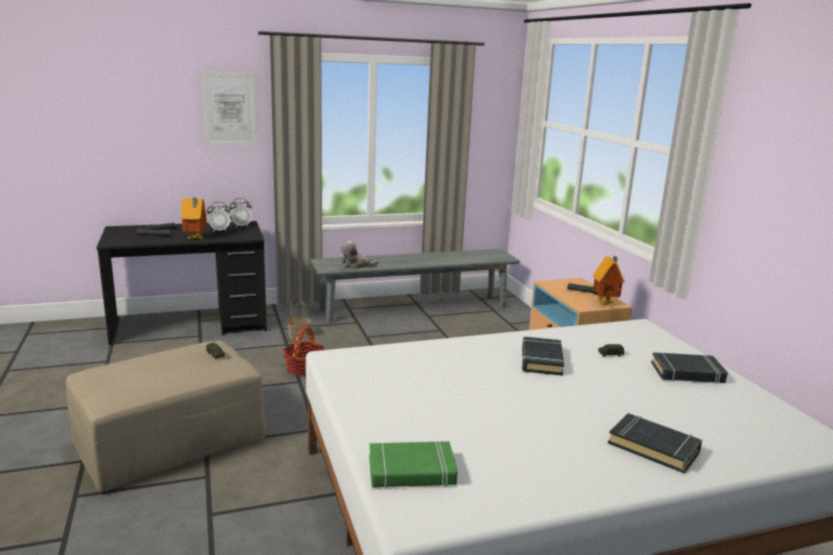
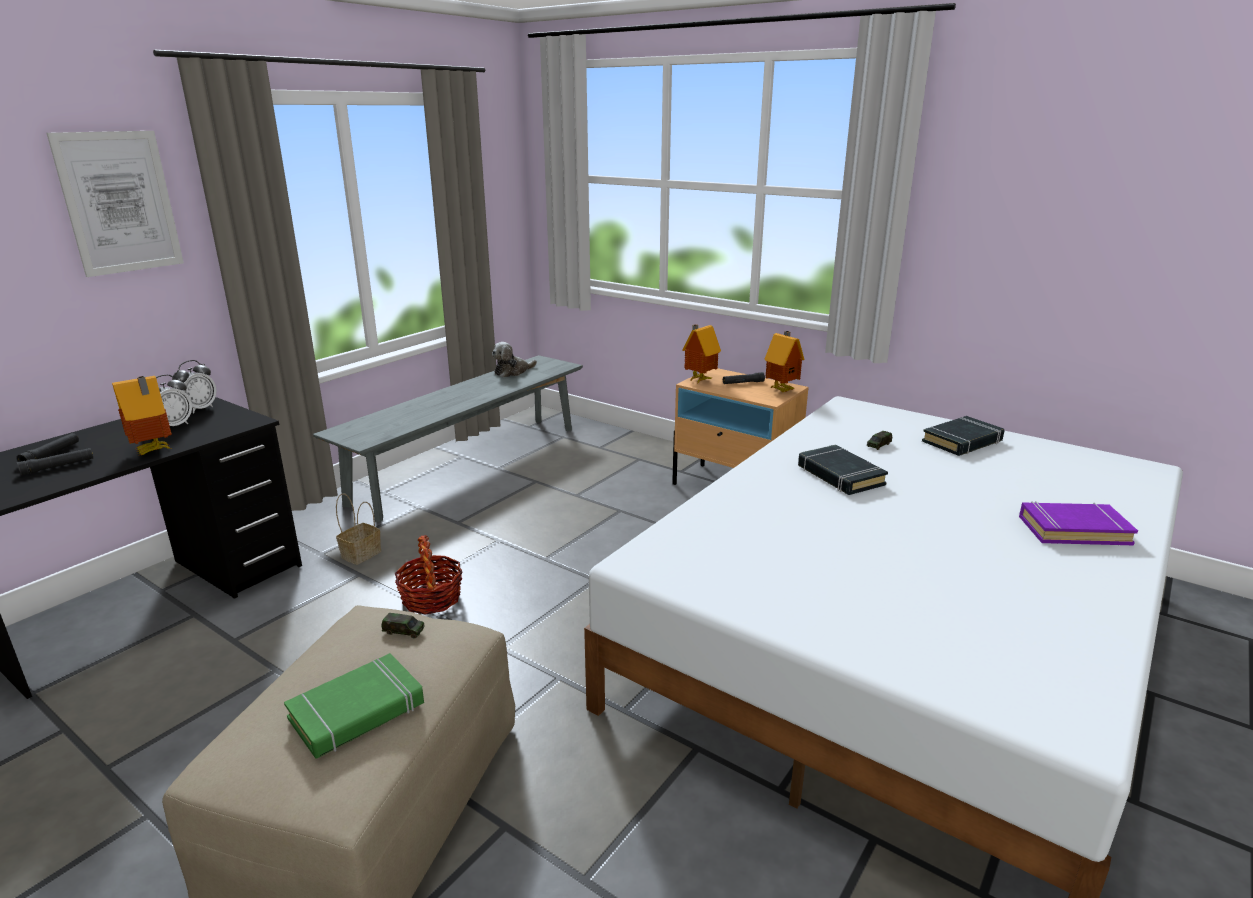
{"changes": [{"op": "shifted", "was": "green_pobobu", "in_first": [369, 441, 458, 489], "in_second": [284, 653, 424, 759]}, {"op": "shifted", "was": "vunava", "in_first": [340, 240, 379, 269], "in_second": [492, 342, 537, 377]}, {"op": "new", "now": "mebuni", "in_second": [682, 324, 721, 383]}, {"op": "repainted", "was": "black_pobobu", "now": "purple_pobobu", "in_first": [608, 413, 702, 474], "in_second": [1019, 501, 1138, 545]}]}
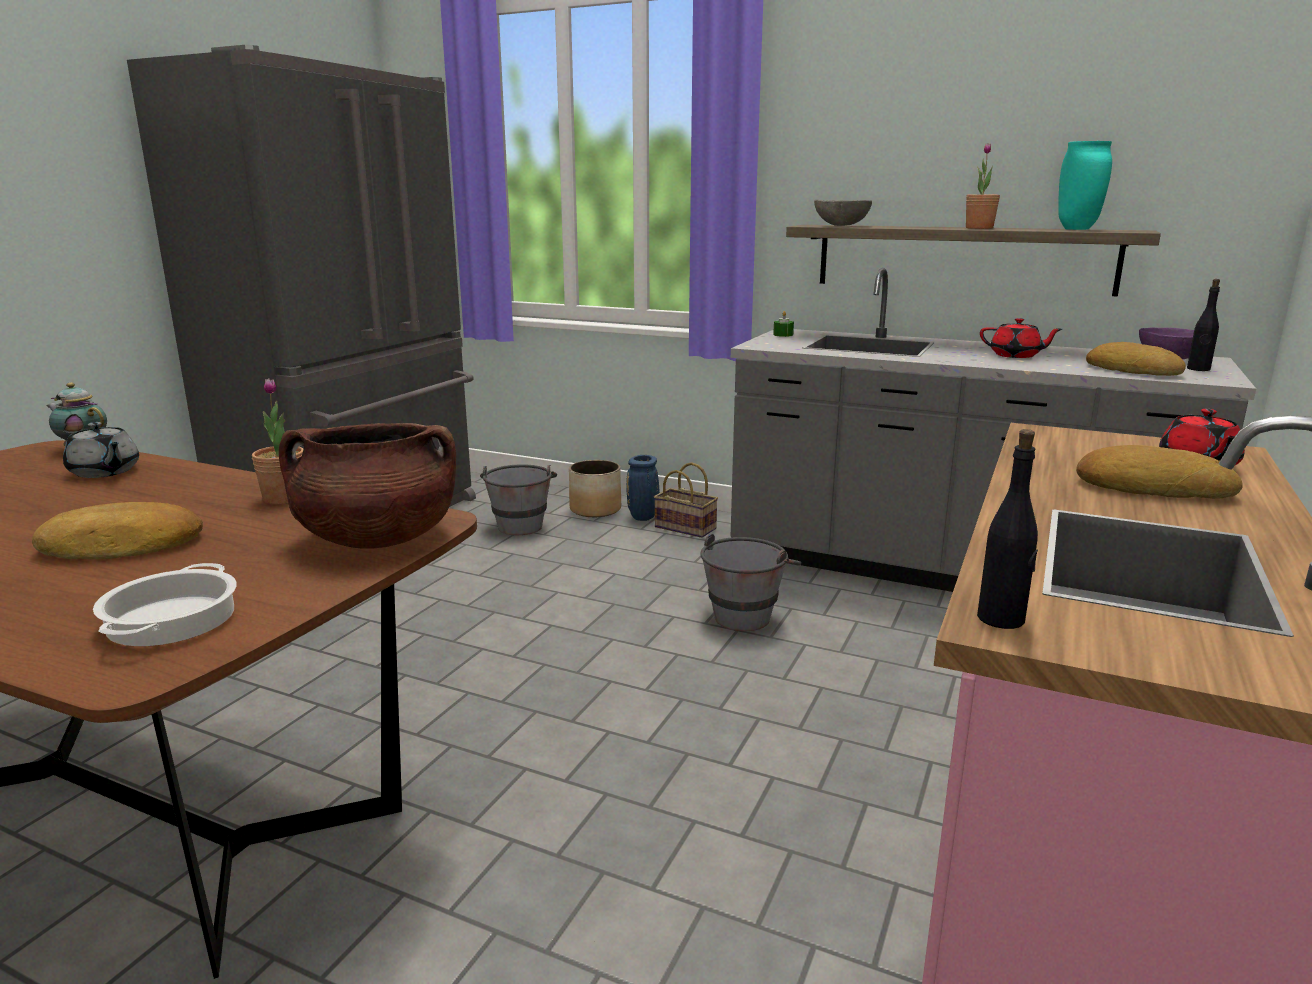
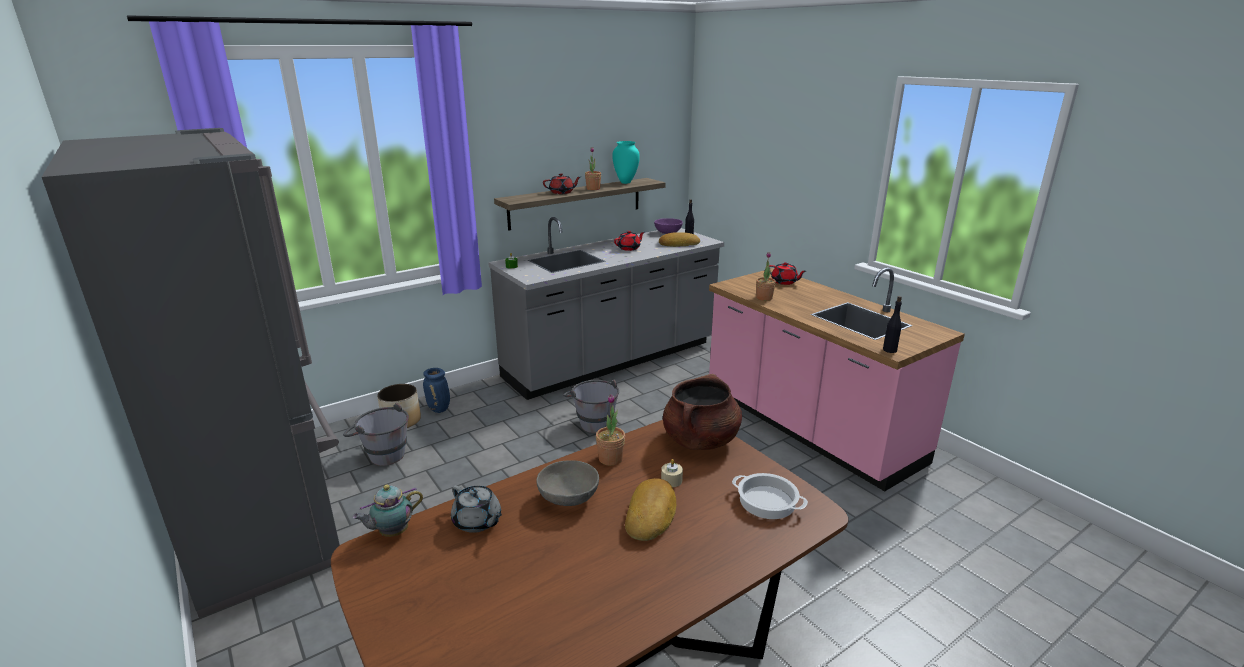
{"changes": [{"op": "rotated", "was": "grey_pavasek", "in_first": [63, 422, 139, 478], "in_second": [451, 485, 502, 533], "clockwise": 60}, {"op": "shifted", "was": "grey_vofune", "in_first": [814, 200, 872, 226], "in_second": [536, 460, 599, 506]}, {"op": "new", "now": "red_pavasek", "in_second": [543, 173, 582, 194]}, {"op": "new", "now": "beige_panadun", "in_second": [661, 459, 683, 487]}, {"op": "new", "now": "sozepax", "in_second": [756, 252, 776, 301]}, {"op": "gone", "was": "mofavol", "in_first": [654, 462, 718, 538]}, {"op": "gone", "was": "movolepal", "in_first": [1076, 445, 1243, 499]}]}
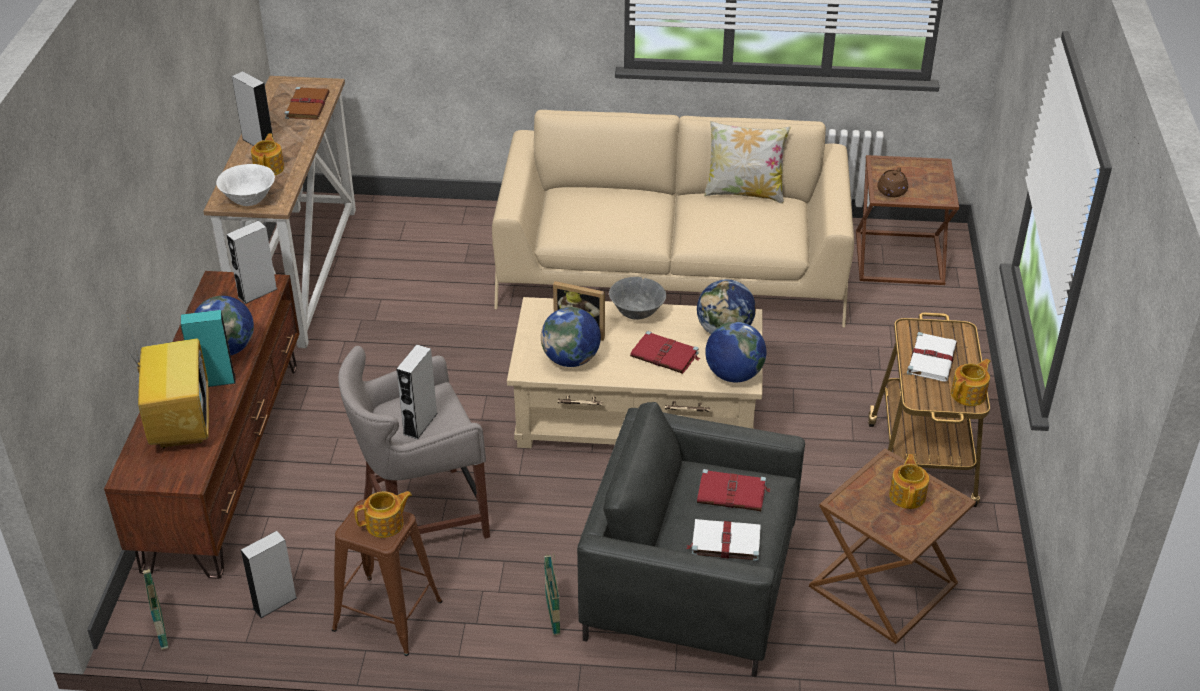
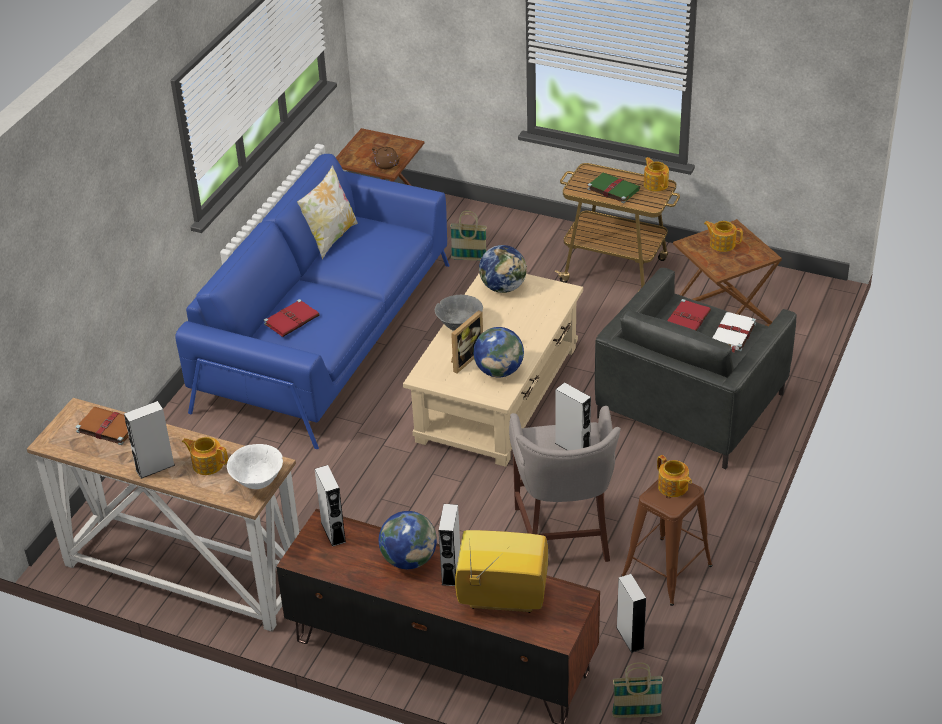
{"changes": [{"op": "repainted", "was": "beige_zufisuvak", "now": "blue_zufisuvak", "in_first": [492, 110, 854, 327], "in_second": [175, 154, 450, 449]}, {"op": "shifted", "was": "red_pobobu", "in_first": [630, 331, 701, 374], "in_second": [264, 299, 320, 337]}, {"op": "repainted", "was": "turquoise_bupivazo", "now": "grey_bupivazo", "in_first": [181, 310, 236, 387], "in_second": [439, 504, 460, 586]}, {"op": "shifted", "was": "mofavol", "in_first": [544, 554, 560, 635], "in_second": [450, 211, 487, 261]}, {"op": "repainted", "was": "white_pobobu", "now": "green_pobobu", "in_first": [907, 332, 957, 382], "in_second": [587, 172, 640, 203]}, {"op": "rotated", "was": "pavasek", "in_first": [354, 491, 412, 538], "in_second": [657, 455, 692, 497], "clockwise": 150}, {"op": "gone", "was": "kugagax", "in_first": [705, 322, 766, 382]}]}
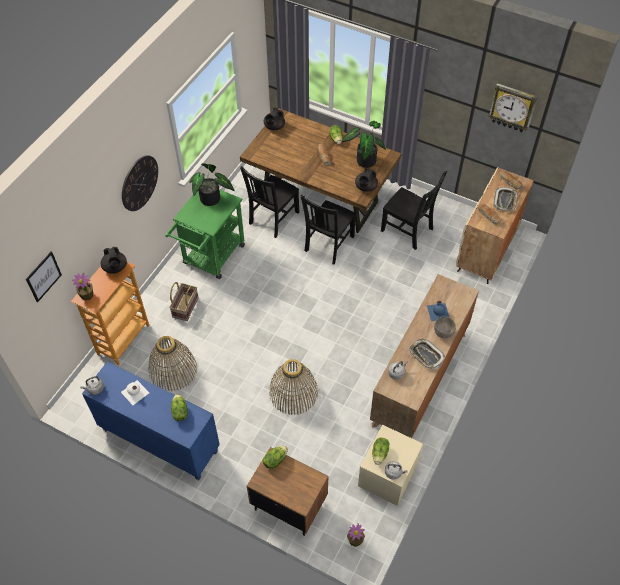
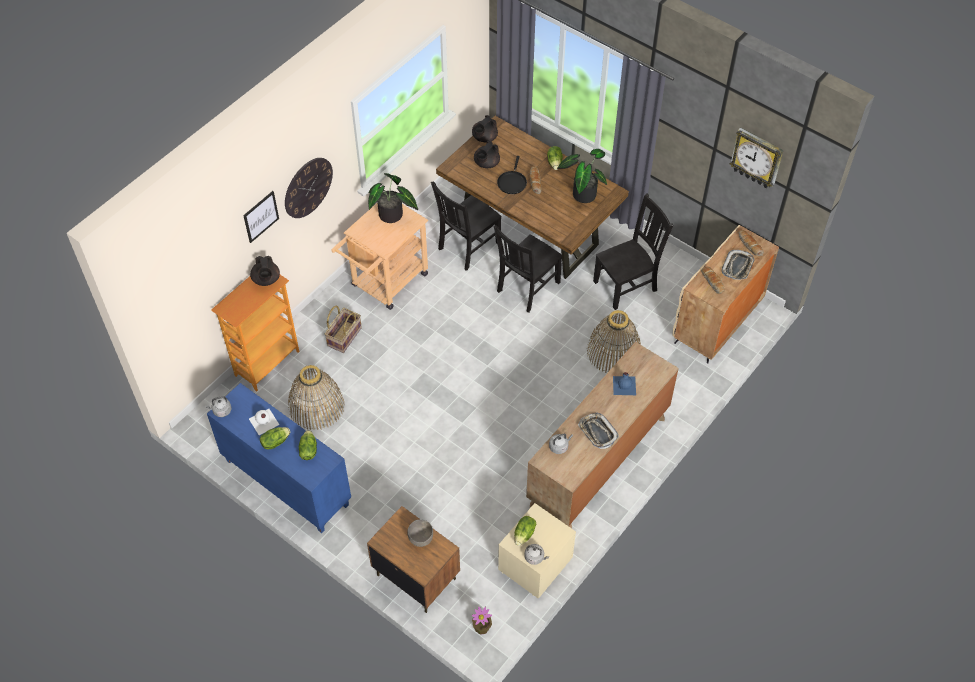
{"changes": [{"op": "shifted", "was": "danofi", "in_first": [26, 251, 62, 302], "in_second": [243, 191, 279, 243]}, {"op": "shifted", "was": "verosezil", "in_first": [262, 446, 288, 469], "in_second": [260, 427, 290, 450]}, {"op": "repainted", "was": "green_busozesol", "now": "beige_busozesol", "in_first": [165, 189, 245, 279], "in_second": [331, 203, 428, 310]}, {"op": "shifted", "was": "grey_vofune", "in_first": [434, 316, 456, 338], "in_second": [407, 519, 433, 547]}, {"op": "shifted", "was": "black_pavasek", "in_first": [355, 167, 378, 192], "in_second": [474, 141, 500, 168]}, {"op": "new", "now": "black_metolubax", "in_second": [497, 156, 527, 194]}, {"op": "shifted", "was": "mofavol", "in_first": [269, 359, 318, 415], "in_second": [587, 310, 641, 373]}, {"op": "rotated", "was": "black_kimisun", "in_first": [381, 171, 447, 250], "in_second": [593, 193, 673, 310], "clockwise": -75}, {"op": "gone", "was": "sozepax", "in_first": [72, 273, 93, 301]}]}
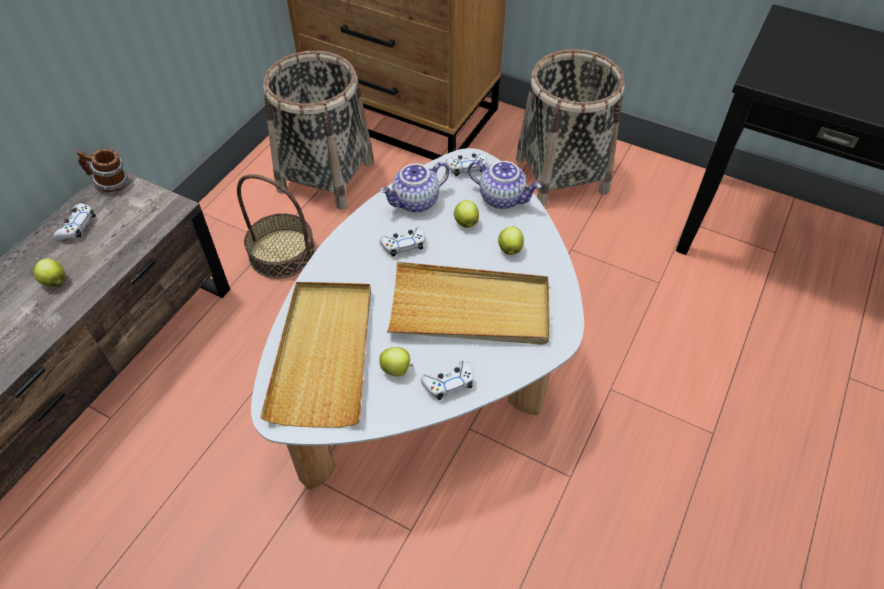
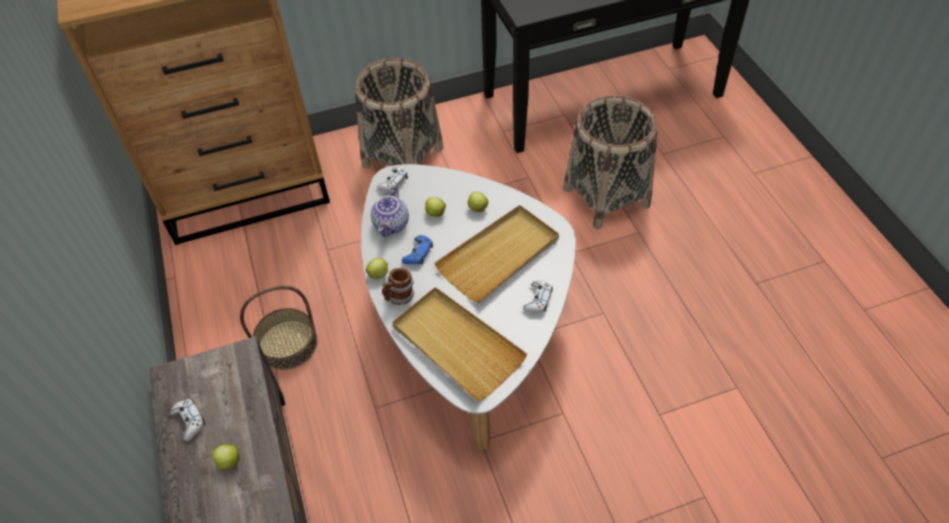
{"changes": [{"op": "shifted", "was": "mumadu", "in_first": [379, 347, 413, 376], "in_second": [366, 258, 388, 279]}, {"op": "shifted", "was": "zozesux", "in_first": [76, 149, 128, 192], "in_second": [382, 268, 415, 305]}, {"op": "repainted", "was": "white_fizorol", "now": "blue_fizorol", "in_first": [380, 228, 425, 257], "in_second": [402, 235, 433, 264]}, {"op": "shifted", "was": "mofavol", "in_first": [263, 50, 374, 210], "in_second": [563, 95, 657, 229]}, {"op": "gone", "was": "pavasek", "in_first": [468, 160, 541, 209]}]}
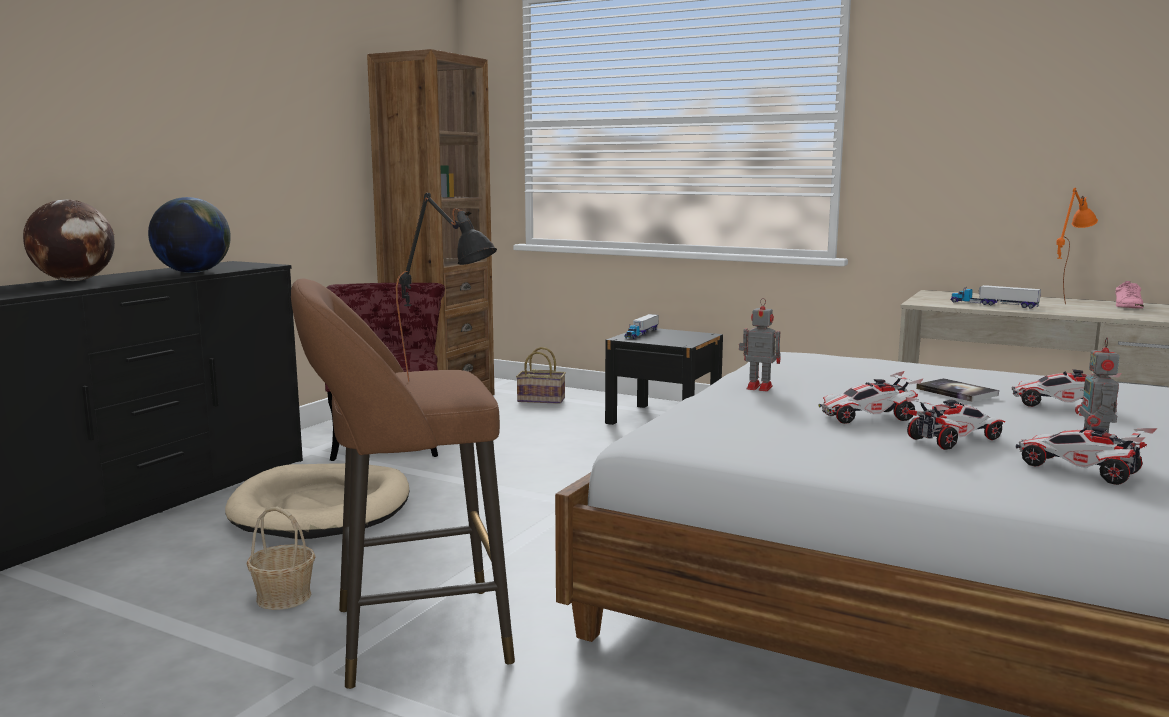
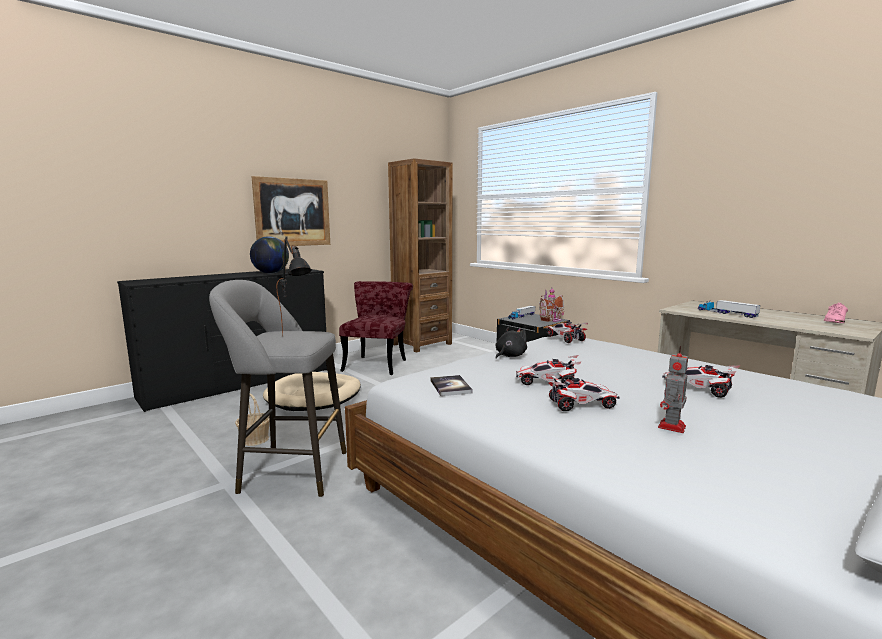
{"changes": [{"op": "repainted", "was": "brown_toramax", "now": "grey_toramax", "in_first": [291, 278, 515, 689], "in_second": [209, 280, 347, 497]}, {"op": "new", "now": "danofi", "in_second": [251, 176, 330, 246]}, {"op": "shifted", "was": "pobobu", "in_first": [916, 378, 999, 402], "in_second": [430, 375, 473, 396]}, {"op": "swapped", "was": "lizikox", "now": "black_vunava", "in_first": [739, 298, 780, 391], "in_second": [495, 327, 527, 359]}, {"op": "new", "now": "mebuni", "in_second": [539, 287, 564, 322]}, {"op": "shifted", "was": "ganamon", "in_first": [1016, 426, 1157, 485], "in_second": [546, 321, 588, 343]}, {"op": "gone", "was": "kugagax", "in_first": [23, 199, 115, 281]}, {"op": "gone", "was": "mofavol", "in_first": [516, 347, 566, 404]}, {"op": "gone", "was": "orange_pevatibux", "in_first": [1056, 188, 1098, 304]}]}
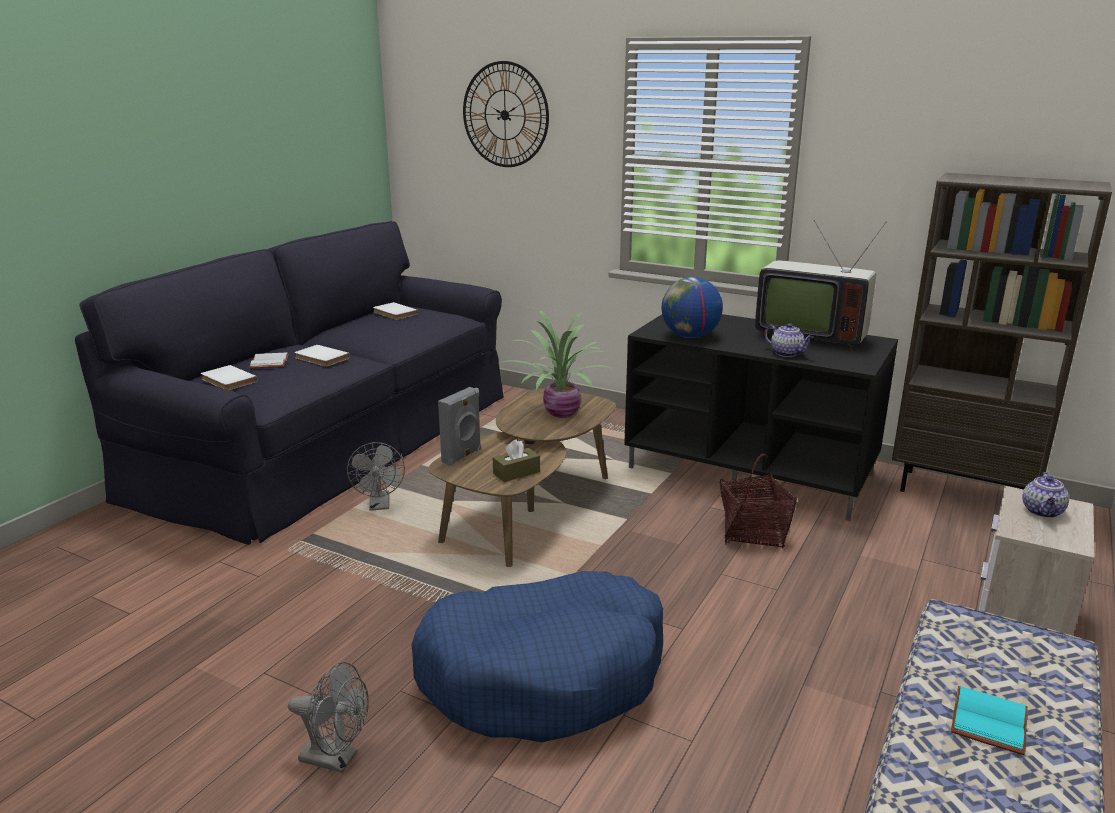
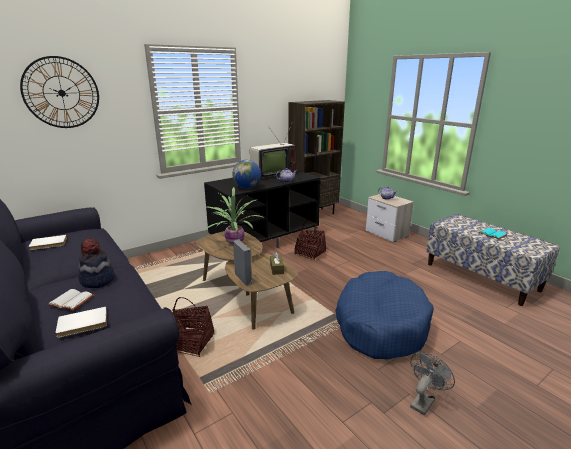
{"changes": [{"op": "swapped", "was": "white_pobobu", "now": "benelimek", "in_first": [294, 345, 350, 366], "in_second": [79, 238, 115, 288]}, {"op": "swapped", "was": "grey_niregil", "now": "mofavol", "in_first": [347, 442, 405, 511], "in_second": [173, 297, 214, 357]}]}
